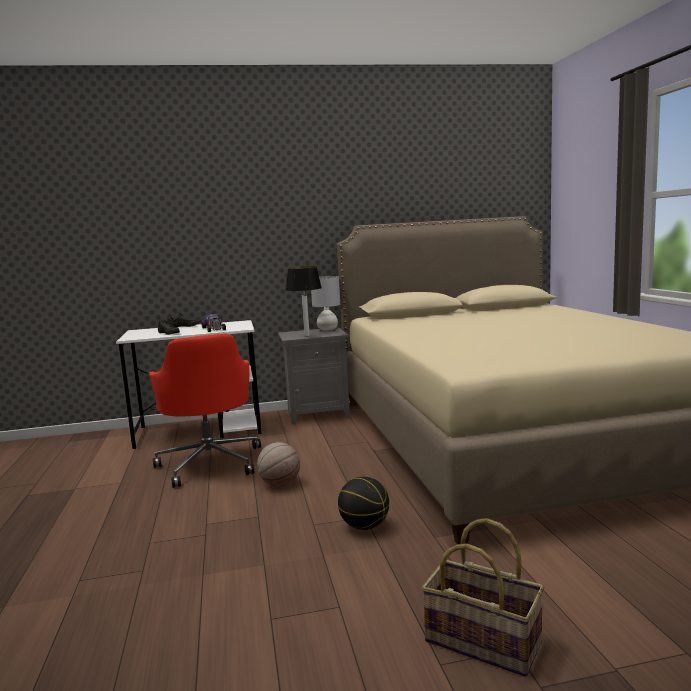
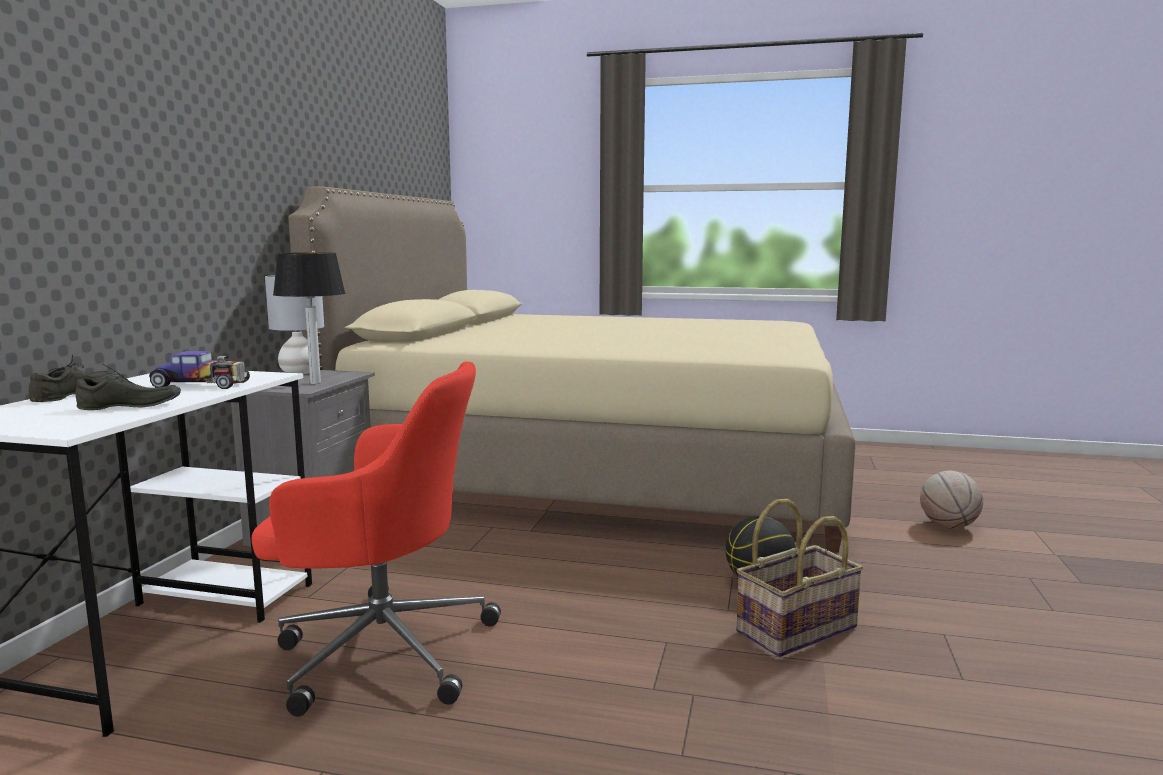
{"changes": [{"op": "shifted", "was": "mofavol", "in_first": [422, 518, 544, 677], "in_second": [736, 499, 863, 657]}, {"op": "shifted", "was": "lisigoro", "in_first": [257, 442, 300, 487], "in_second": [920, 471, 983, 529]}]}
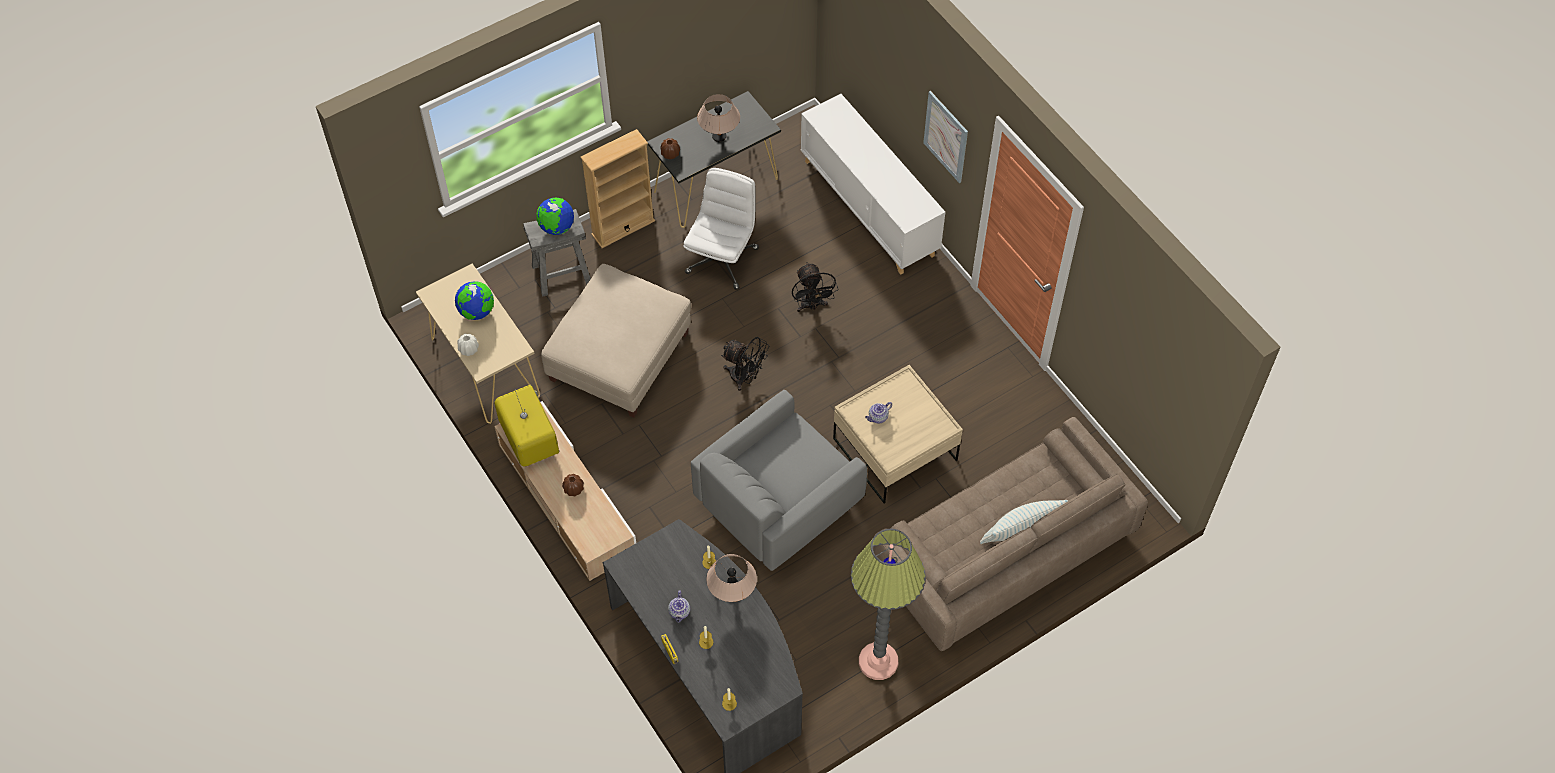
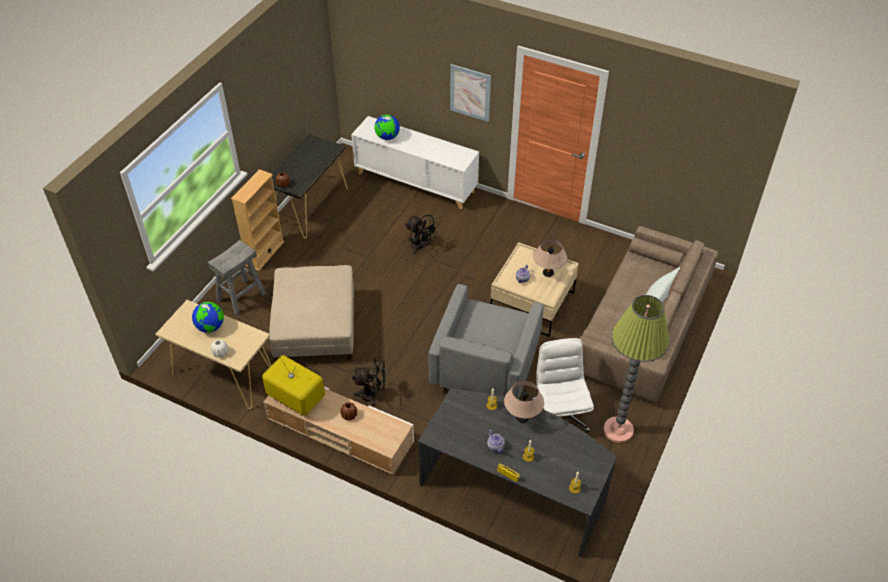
{"changes": [{"op": "shifted", "was": "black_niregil", "in_first": [721, 337, 769, 391], "in_second": [352, 357, 385, 406]}, {"op": "shifted", "was": "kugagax", "in_first": [536, 197, 574, 235], "in_second": [375, 114, 400, 140]}, {"op": "shifted", "was": "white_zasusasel", "in_first": [683, 168, 759, 290], "in_second": [531, 338, 594, 432]}, {"op": "shifted", "was": "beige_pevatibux", "in_first": [697, 94, 740, 142], "in_second": [533, 239, 567, 277]}]}
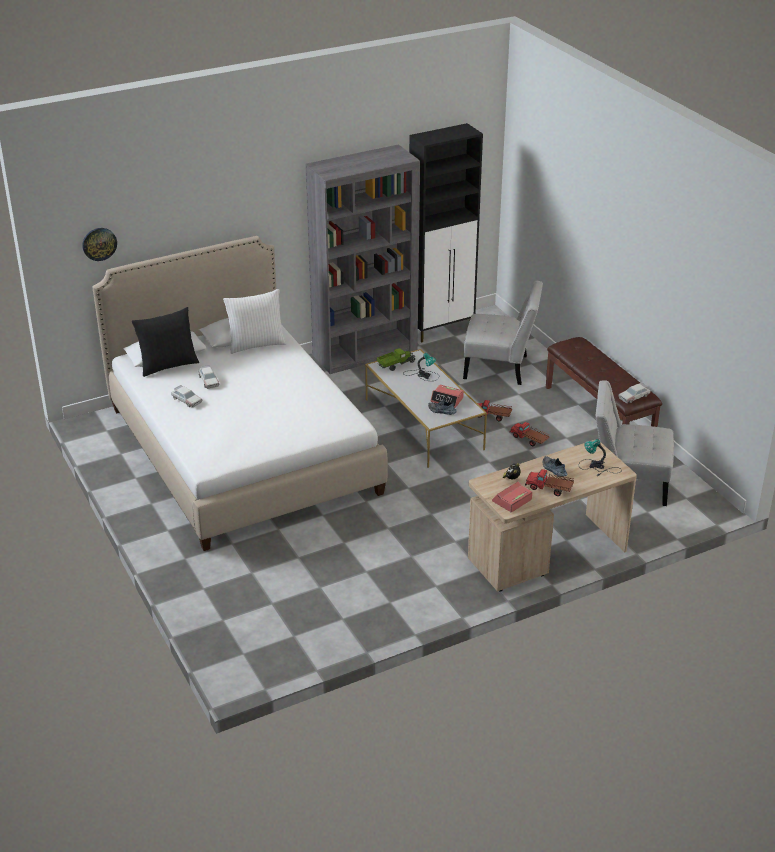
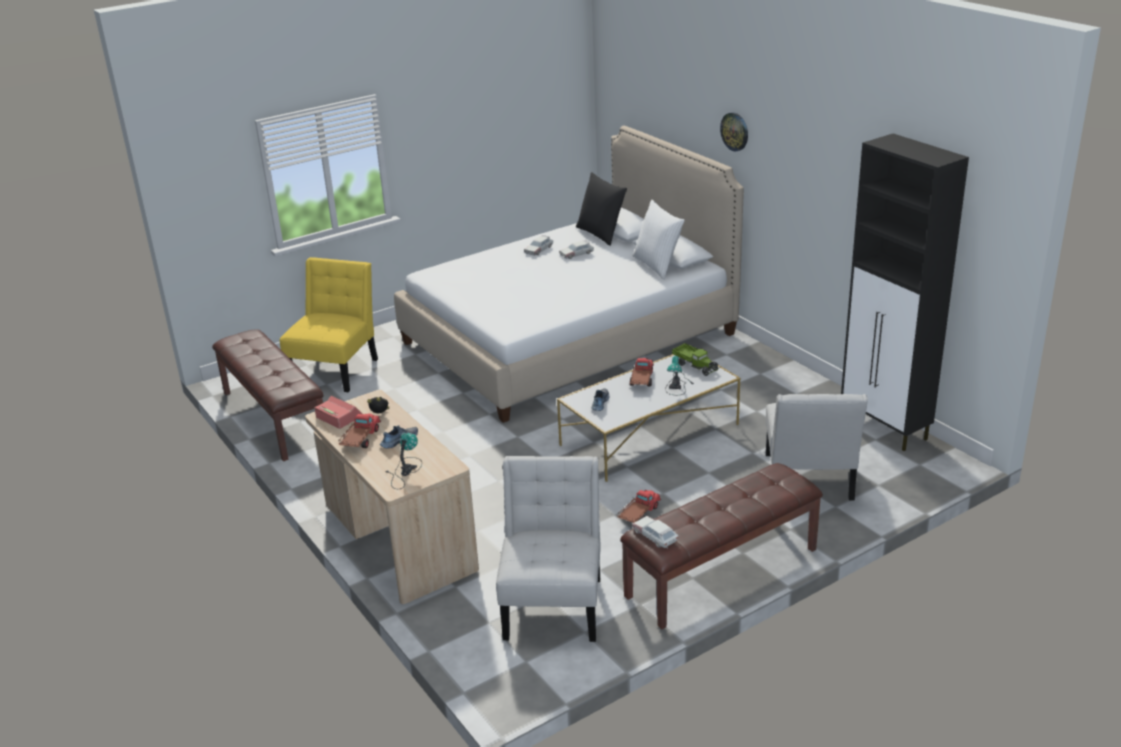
{"changes": [{"op": "new", "now": "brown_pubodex", "in_second": [212, 329, 323, 461]}, {"op": "new", "now": "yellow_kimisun", "in_second": [280, 257, 378, 392]}, {"op": "shifted", "was": "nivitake", "in_first": [477, 400, 512, 421], "in_second": [630, 358, 654, 386]}, {"op": "shifted", "was": "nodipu", "in_first": [82, 228, 117, 261], "in_second": [720, 112, 748, 151]}, {"op": "gone", "was": "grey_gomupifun", "in_first": [305, 144, 420, 374]}, {"op": "gone", "was": "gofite", "in_first": [431, 385, 464, 408]}]}
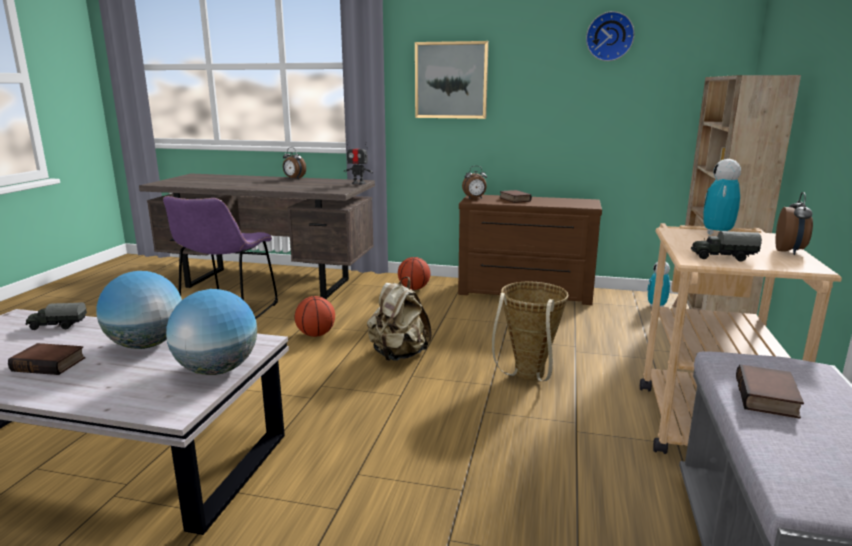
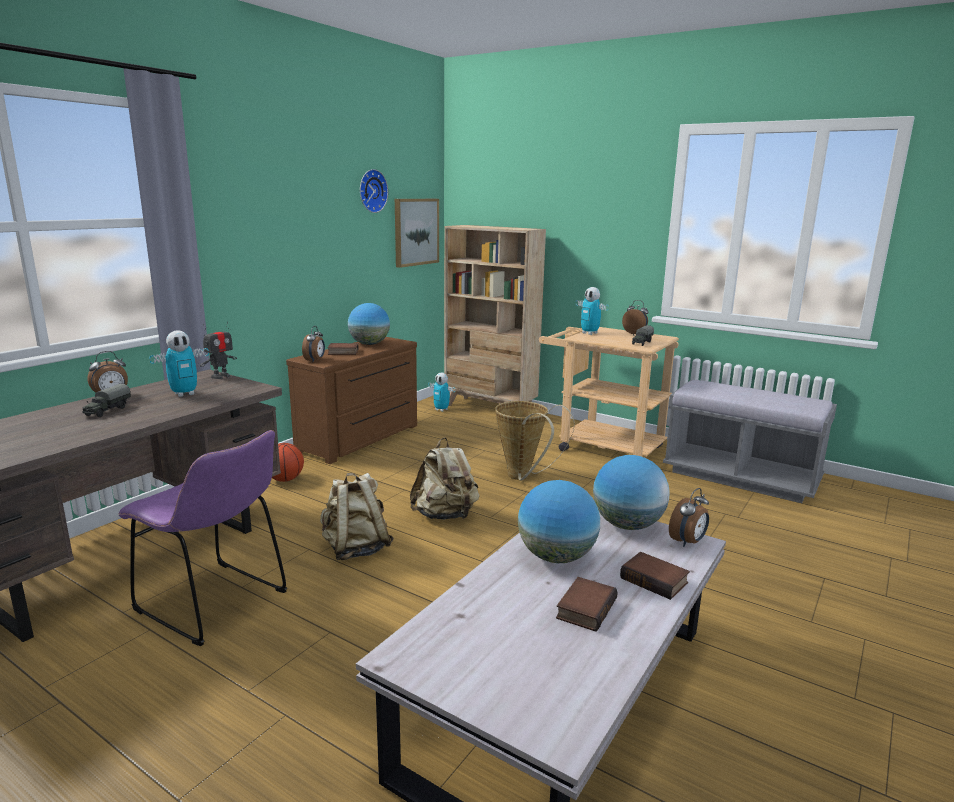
{"changes": [{"op": "shifted", "was": "nivitake", "in_first": [26, 302, 87, 330], "in_second": [82, 384, 131, 417]}, {"op": "new", "now": "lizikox", "in_second": [149, 330, 209, 397]}, {"op": "swapped", "was": "lisigoro", "now": "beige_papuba", "in_first": [295, 296, 335, 337], "in_second": [320, 473, 394, 560]}, {"op": "new", "now": "kugagax", "in_second": [348, 303, 390, 345]}, {"op": "shifted", "was": "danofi", "in_first": [415, 41, 489, 119], "in_second": [395, 199, 439, 268]}, {"op": "shifted", "was": "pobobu", "in_first": [736, 365, 804, 419], "in_second": [620, 552, 690, 600]}, {"op": "new", "now": "gofite", "in_second": [669, 488, 709, 547]}]}
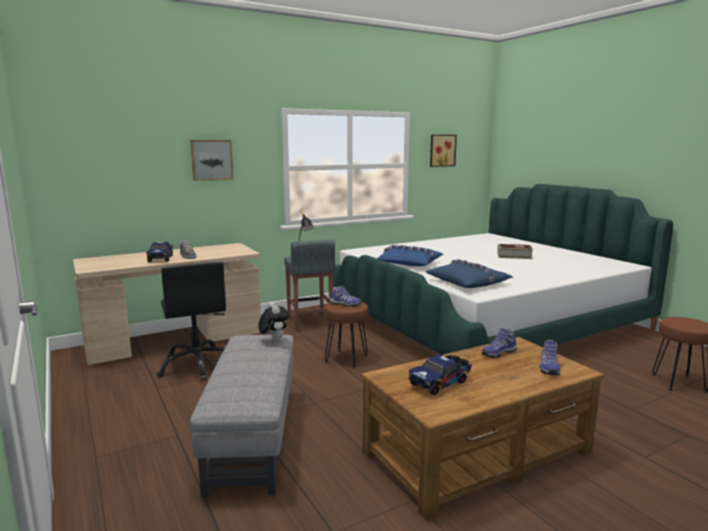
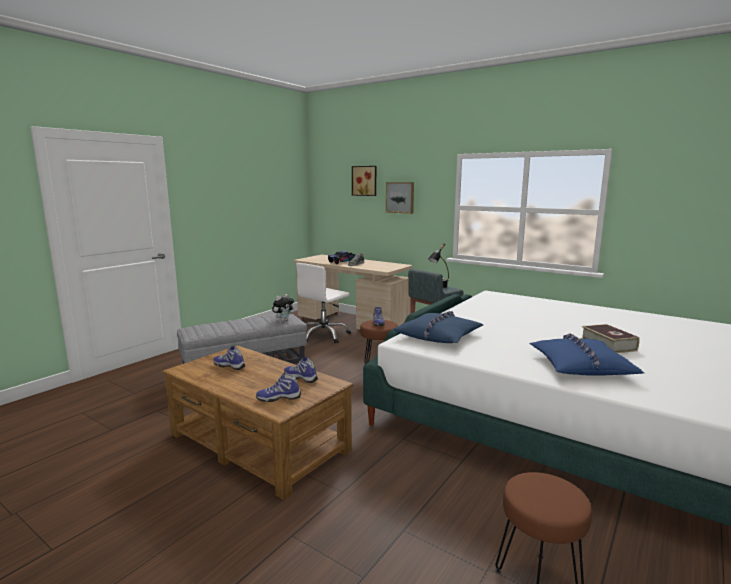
{"changes": [{"op": "swapped", "was": "nivitake", "now": "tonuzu", "in_first": [408, 354, 472, 395], "in_second": [213, 346, 245, 370]}, {"op": "repainted", "was": "black_zasusasel", "now": "white_zasusasel", "in_first": [157, 262, 226, 381], "in_second": [296, 263, 351, 344]}, {"op": "shifted", "was": "danofi", "in_first": [430, 135, 457, 167], "in_second": [352, 166, 376, 196]}, {"op": "shifted", "was": "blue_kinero", "in_first": [375, 245, 443, 266], "in_second": [529, 333, 644, 376]}]}
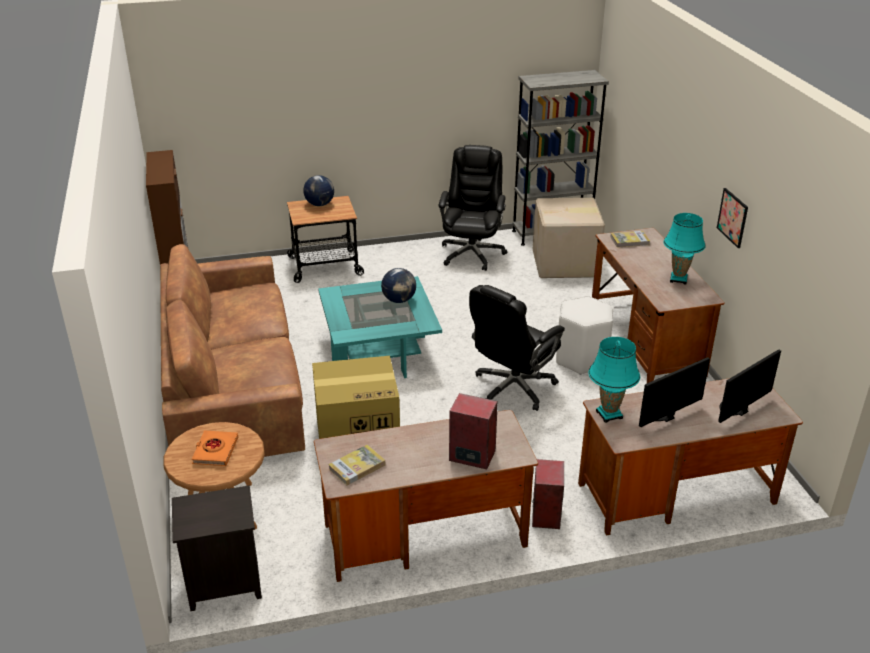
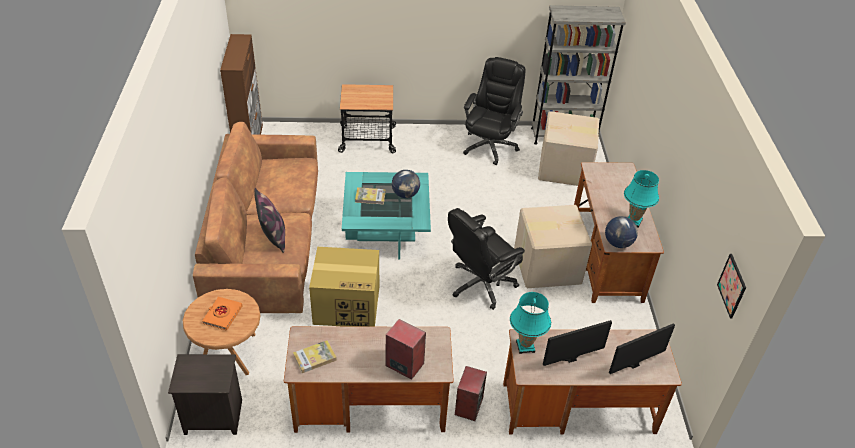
{"changes": [{"op": "new", "now": "kinero", "in_second": [254, 188, 285, 253]}, {"op": "shifted", "was": "pobobu", "in_first": [610, 231, 650, 248], "in_second": [355, 187, 386, 204]}, {"op": "swapped", "was": "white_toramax", "now": "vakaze", "in_first": [556, 296, 613, 375], "in_second": [514, 205, 592, 288]}, {"op": "shifted", "was": "kugagax", "in_first": [303, 175, 334, 206], "in_second": [605, 216, 638, 248]}, {"op": "shifted", "was": "danofi", "in_first": [717, 188, 748, 248], "in_second": [717, 254, 746, 318]}]}
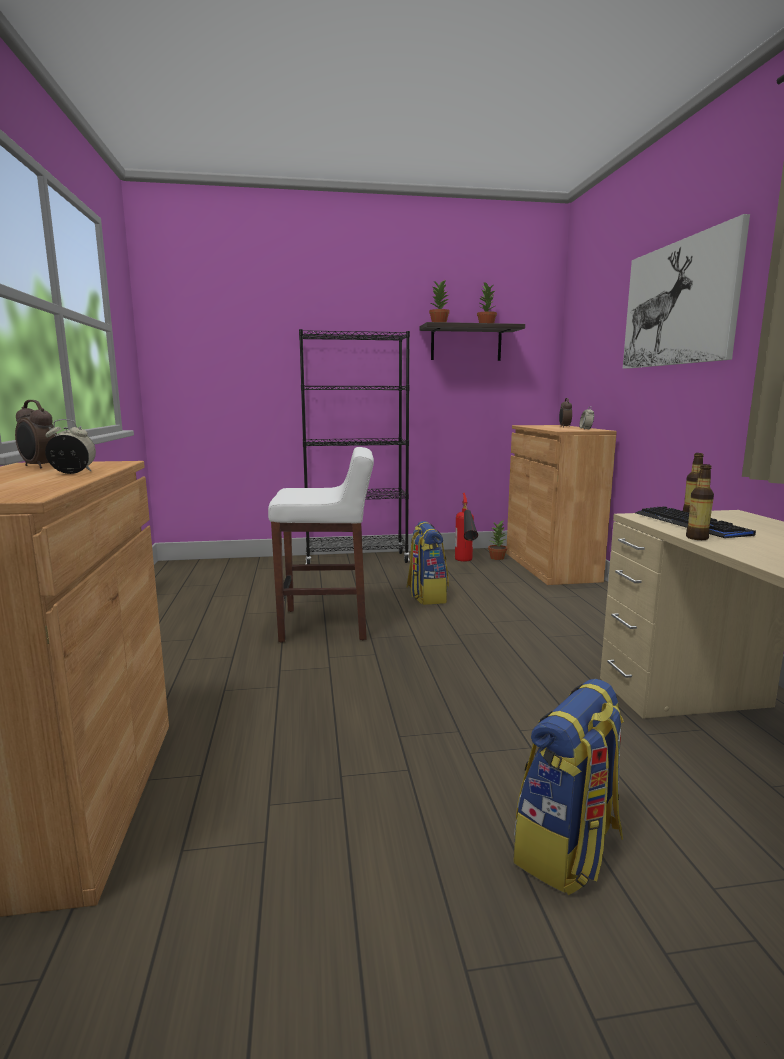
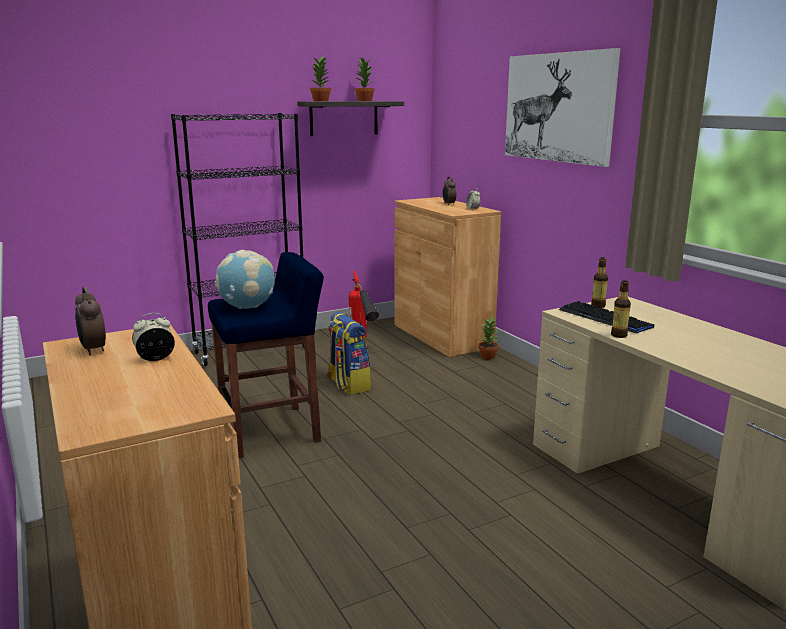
{"changes": [{"op": "rotated", "was": "gofite", "in_first": [15, 400, 57, 468], "in_second": [75, 287, 106, 355], "clockwise": 45}, {"op": "repainted", "was": "white_toramax", "now": "blue_toramax", "in_first": [268, 447, 374, 642], "in_second": [208, 252, 324, 458]}, {"op": "new", "now": "kugagax", "in_second": [215, 250, 275, 309]}, {"op": "shifted", "was": "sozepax", "in_first": [488, 521, 507, 560], "in_second": [478, 315, 499, 359]}, {"op": "gone", "was": "papuba", "in_first": [513, 679, 624, 895]}]}
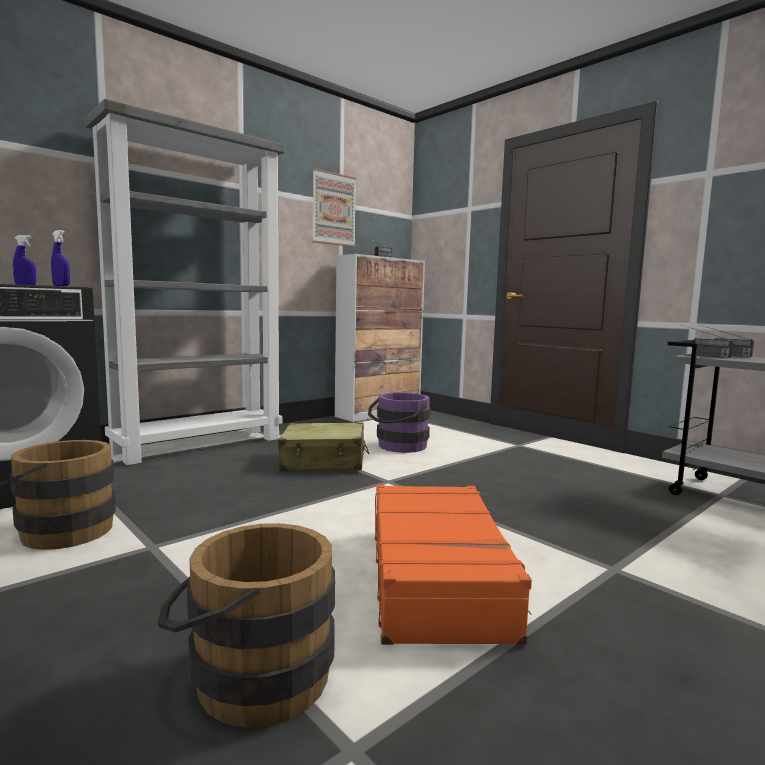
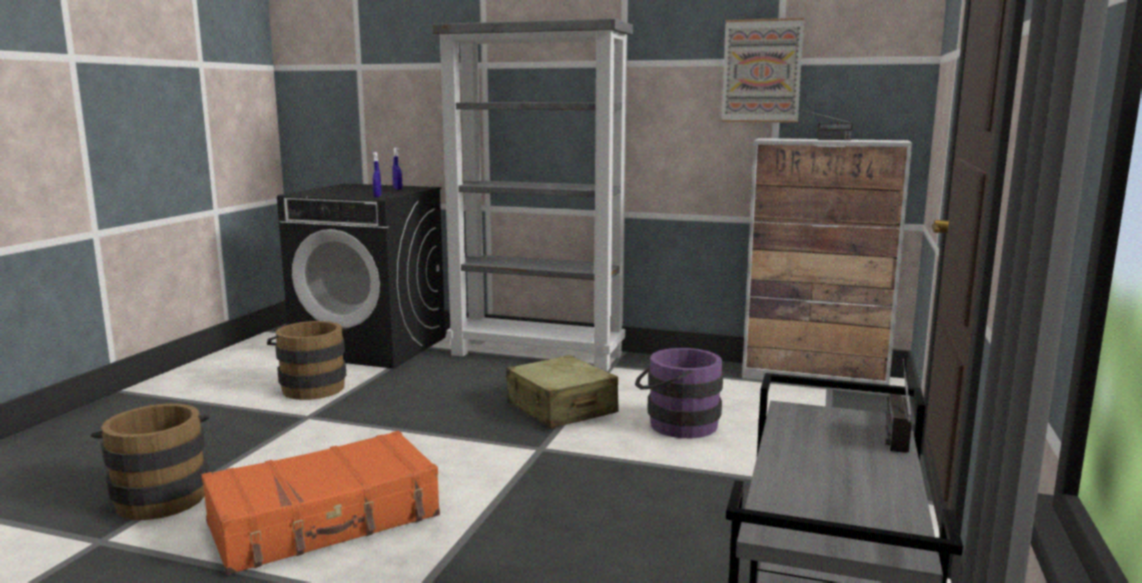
{"changes": [{"op": "gone", "was": "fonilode", "in_first": [682, 325, 734, 358]}]}
